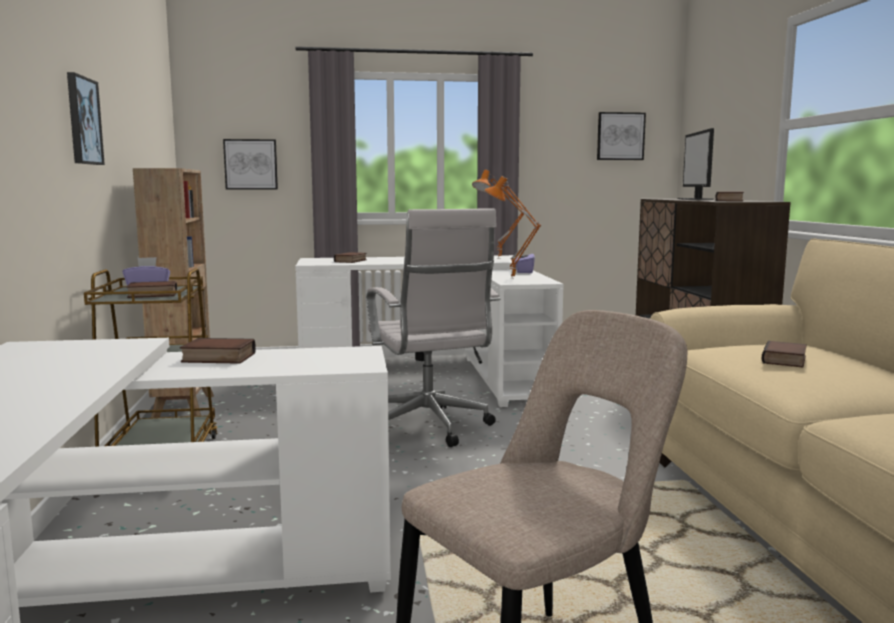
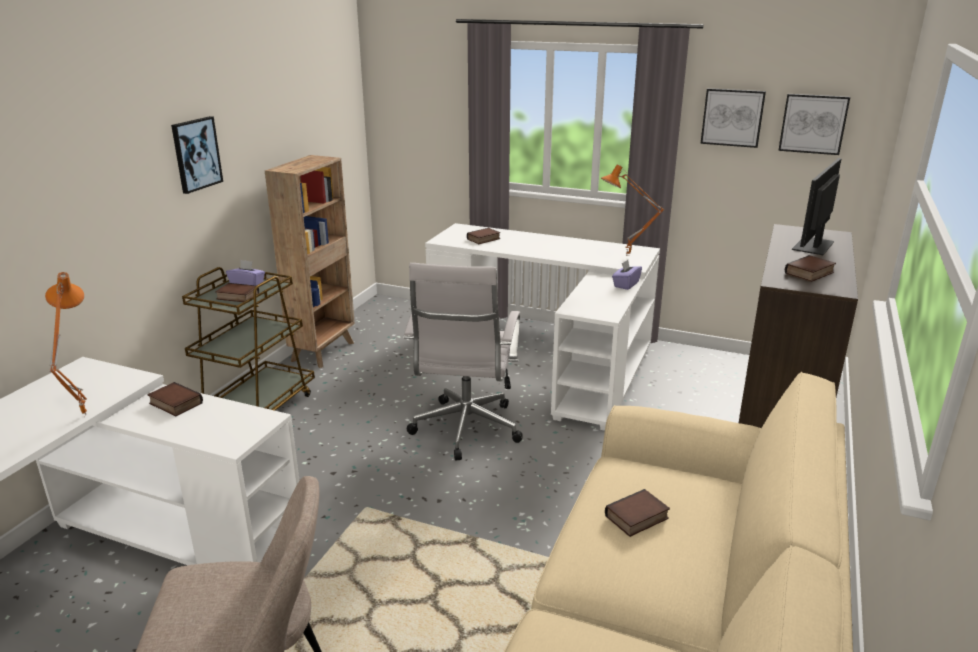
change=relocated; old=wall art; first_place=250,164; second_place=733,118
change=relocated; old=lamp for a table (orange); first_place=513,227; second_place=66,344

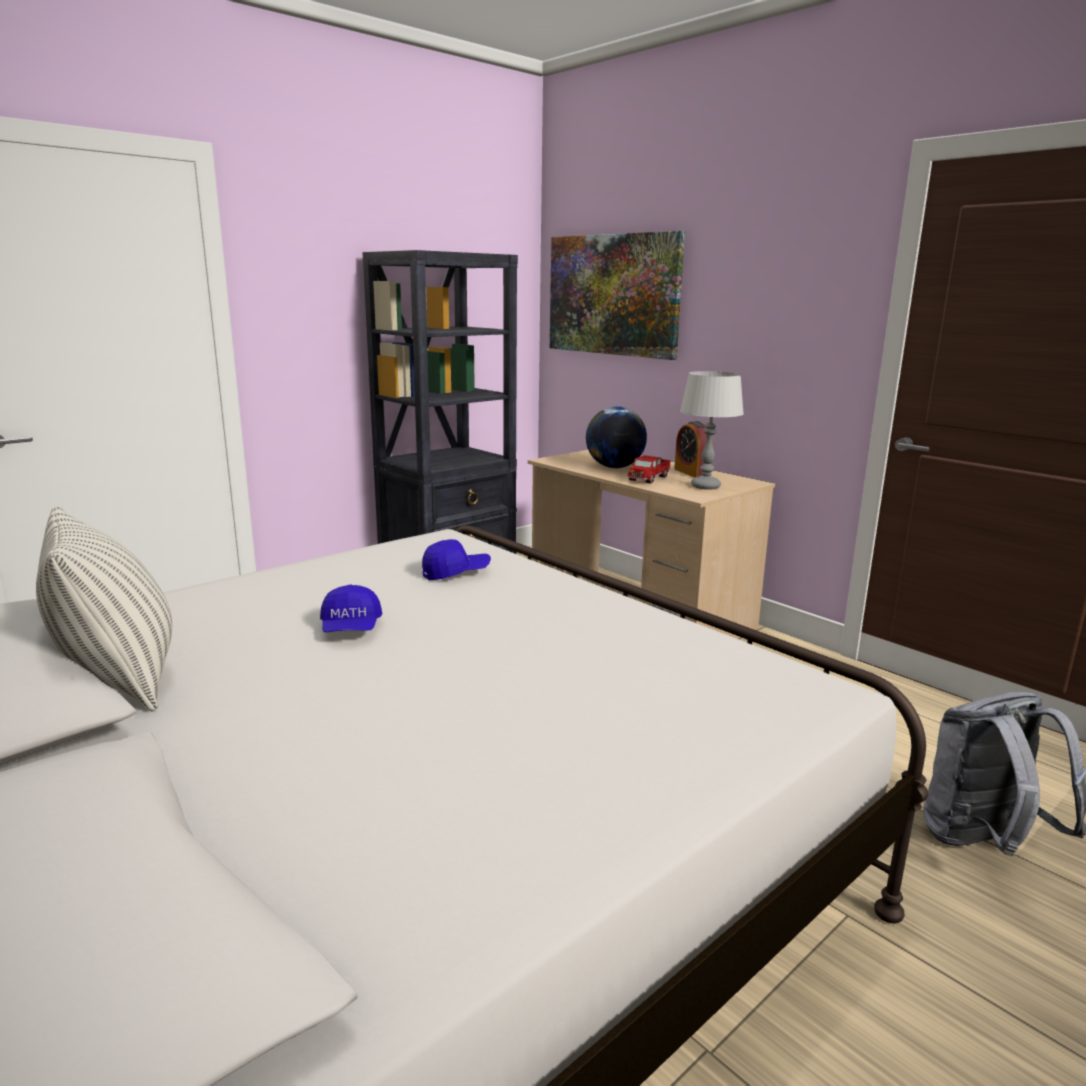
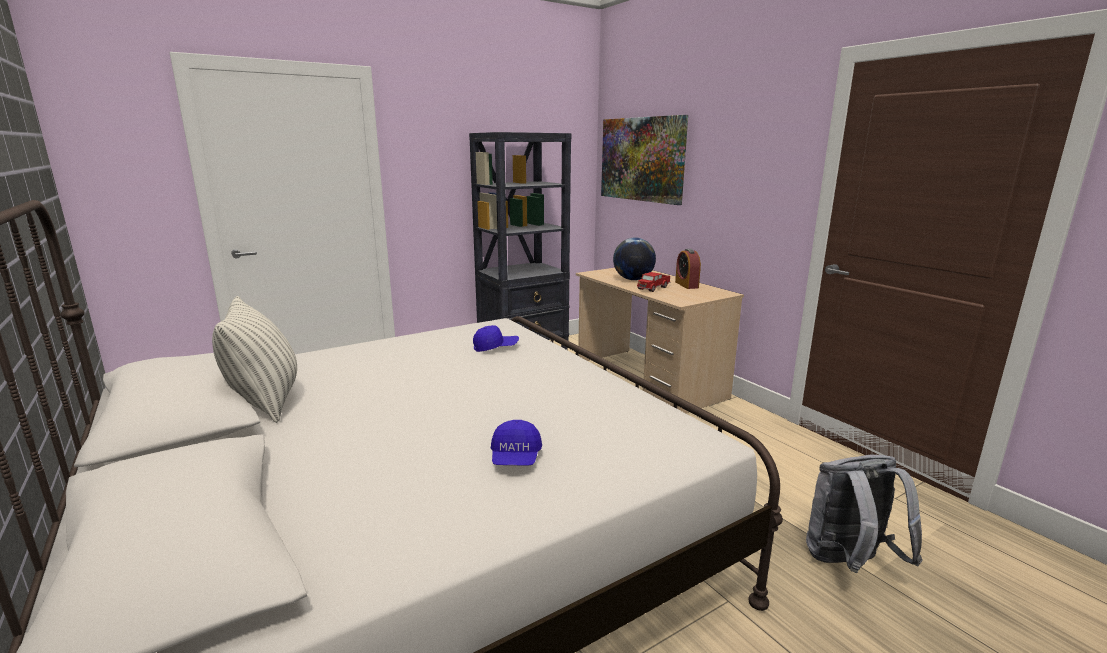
change=relocated; old=baseball cap (blue-coloured); first_place=351,608; second_place=516,443
change=missing; old=lamp for a table (gray); first_place=712,430

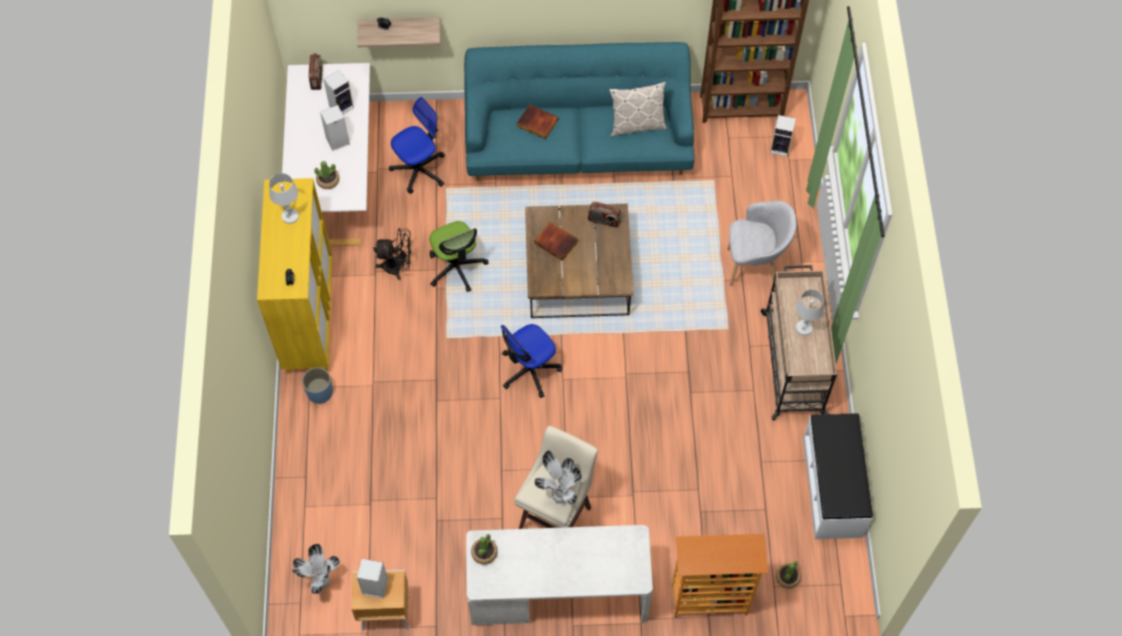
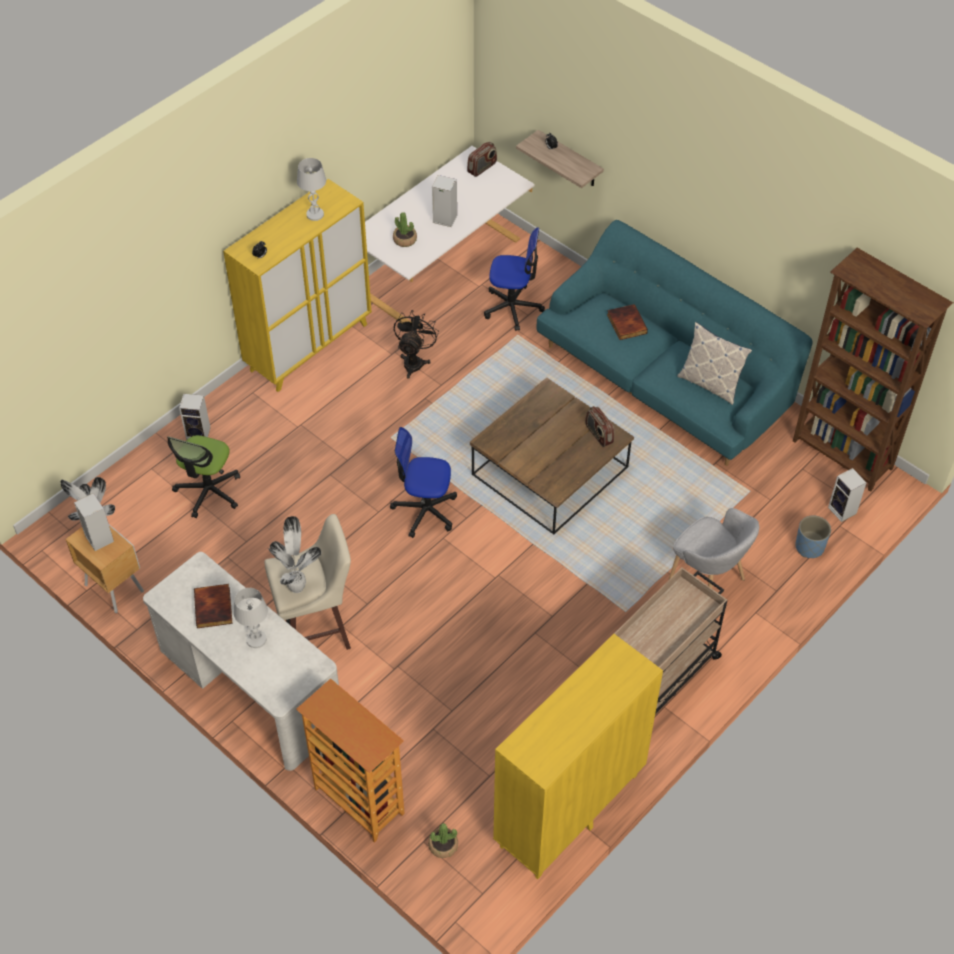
change=relocated; old=flower pot (blue-coloured); first_place=317,385; second_place=813,537
change=relocated; old=audio speaker; first_place=338,92; second_place=195,417
change=spun; old=fan (black-coloured); first_place=392,254; second_place=416,344; degrees=-120
change=relocated; old=computer chair; first_place=459,256; second_place=203,476
change=missing; old=plant in a pot; first_place=484,549
change=relocated; old=volume; first_place=556,241; second_place=213,606
change=relocated; old=lamp for a table (white); first_place=810,313; second_place=251,618
change=exchanged; old=long seat (white); new=storage cabinet (yellowish); first_place=838,476; second_place=578,756

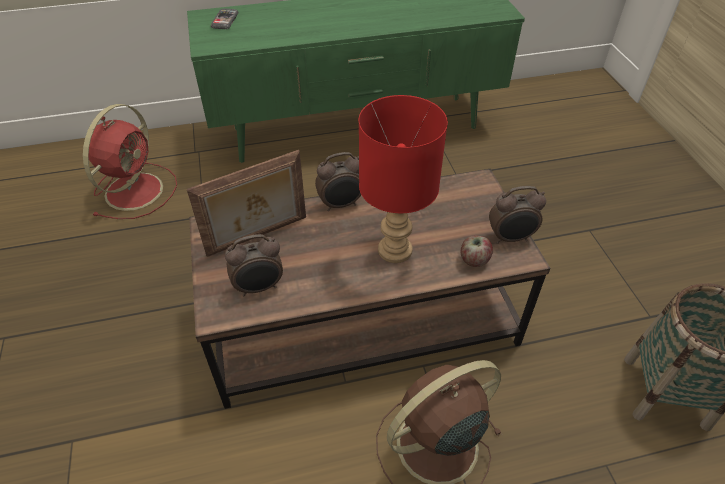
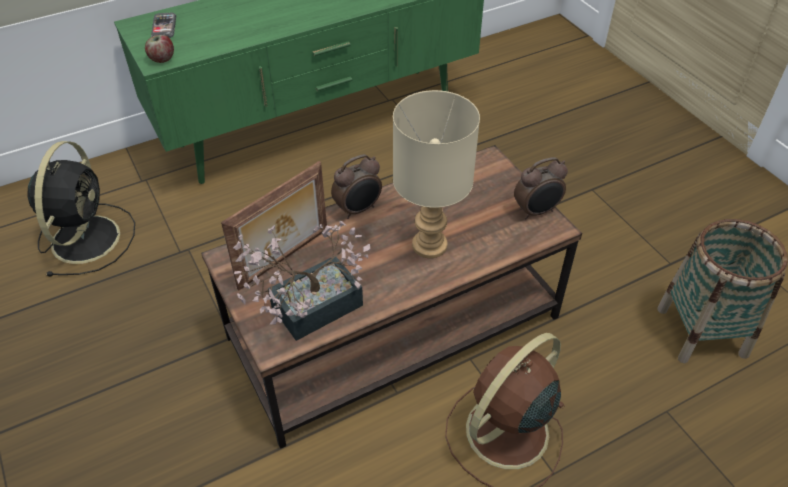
change=colour; old=fan (reddish); new=fan (black-coloured); first_place=130,161; second_place=81,208
change=exchanged; old=bedside clock; new=plant in a pot; first_place=254,265; second_place=301,281
change=colour; old=lamp for a table (reddish); new=lamp for a table (beige); first_place=403,179; second_place=436,174
change=relocated; old=apple; first_place=477,251; second_place=159,49

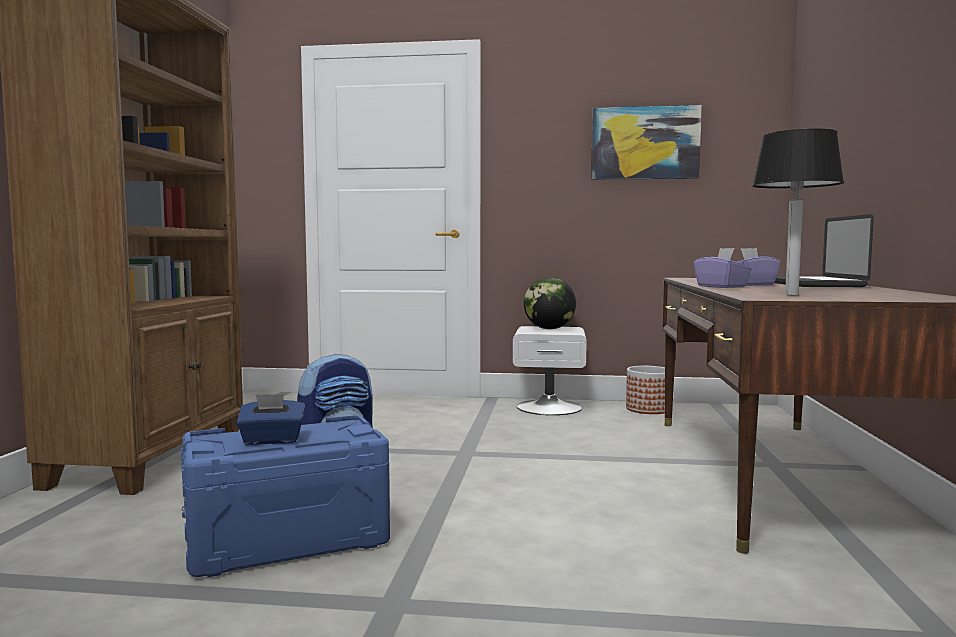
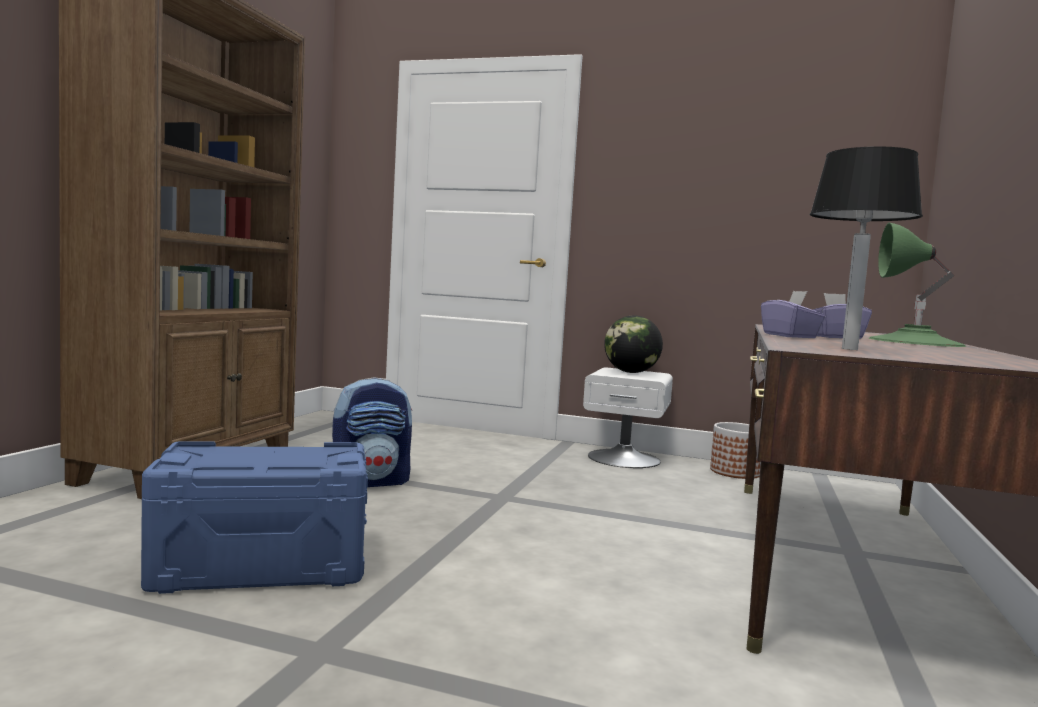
change=missing; old=tissue holder (blue-coloured); first_place=271,419
change=missing; old=wall art; first_place=646,142
change=exchanged; old=notebook computer; new=lamp for a table (greenish); first_place=824,250; second_place=917,285

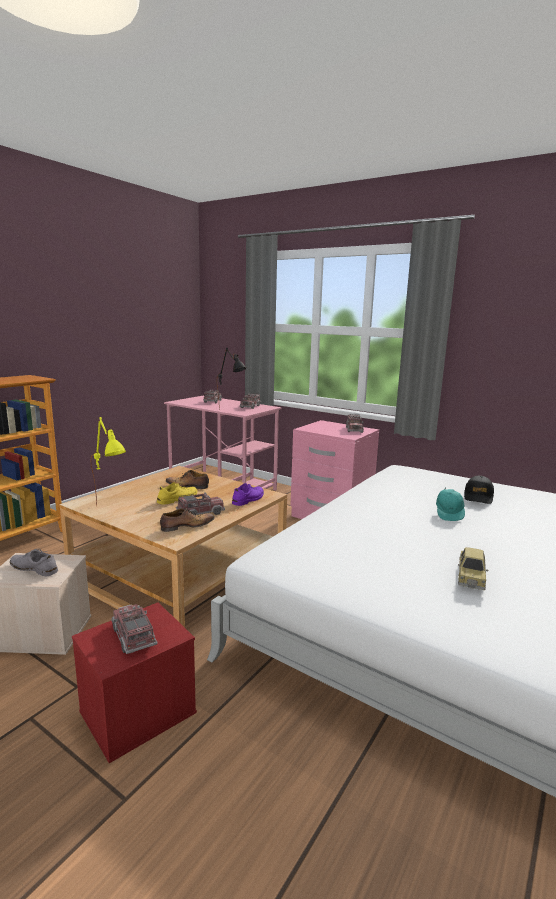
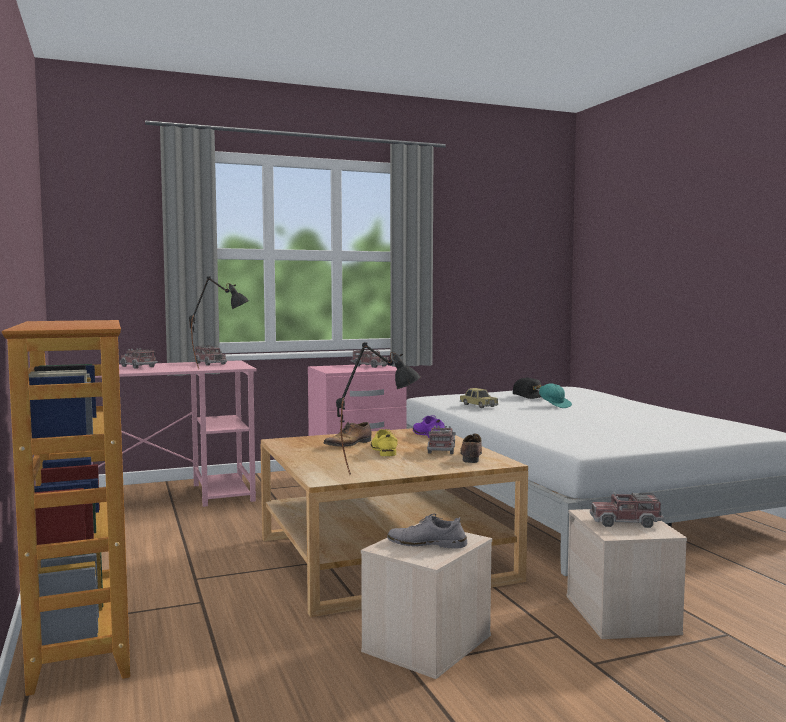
change=spun; old=shoe (gray); first_place=34,562; second_place=427,530; degrees=45
change=colour; old=storage box (reddish); new=storage box (beige); first_place=134,682; second_place=627,574
change=colour; old=lamp for a table (yellowish); new=lamp for a table (black-coloured); first_place=108,461; second_place=378,408
change=relocated; old=toy car; first_place=473,568; second_place=479,398

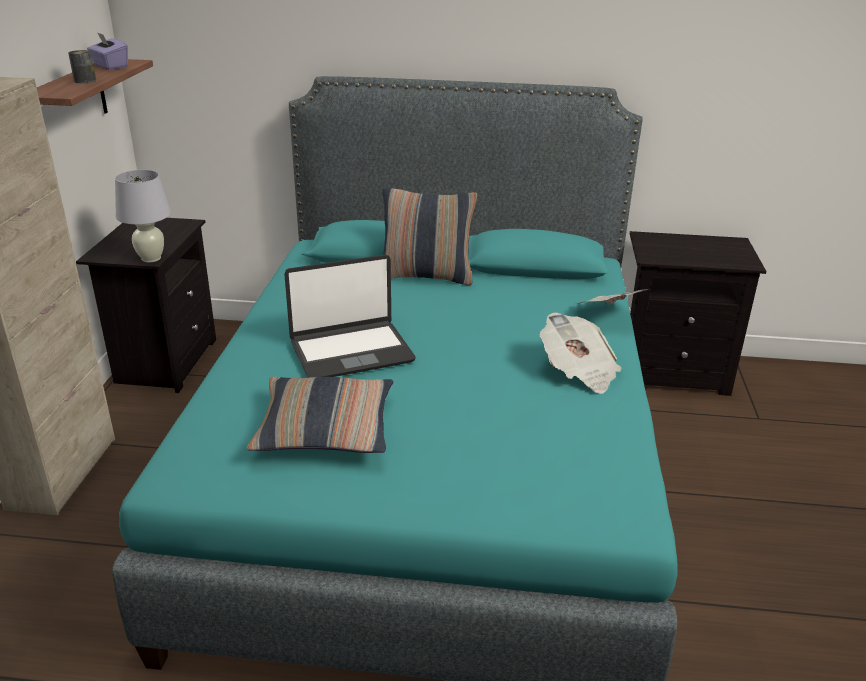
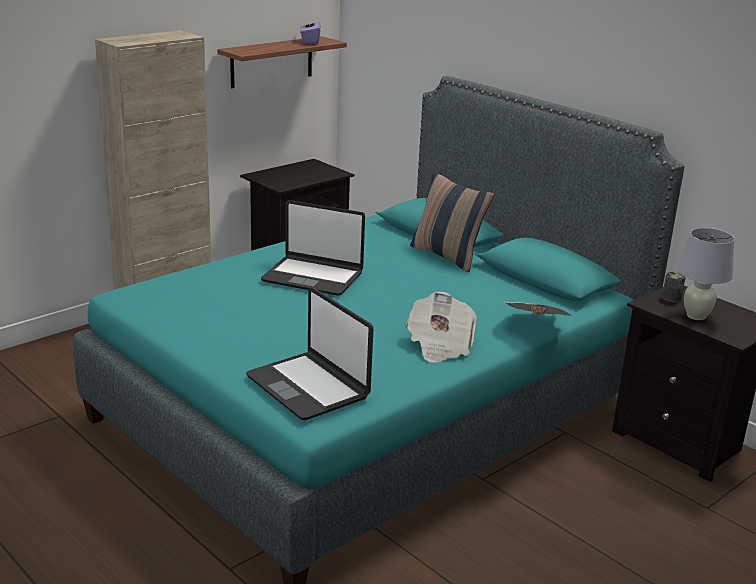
change=relocated; old=can; first_place=82,66; second_place=674,287
change=relocated; old=lamp for a table (white); first_place=143,216; second_place=706,274
change=missing; old=pillow; first_place=320,415
change=appeared; new=notebook computer; second_place=309,353

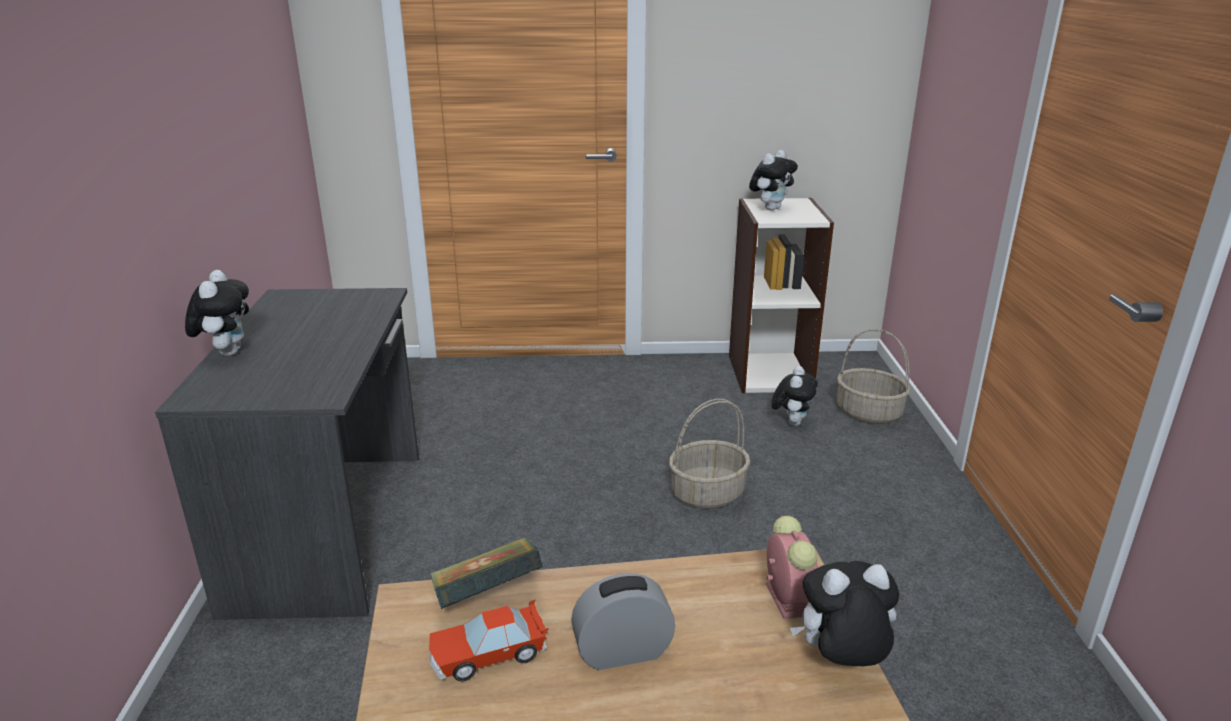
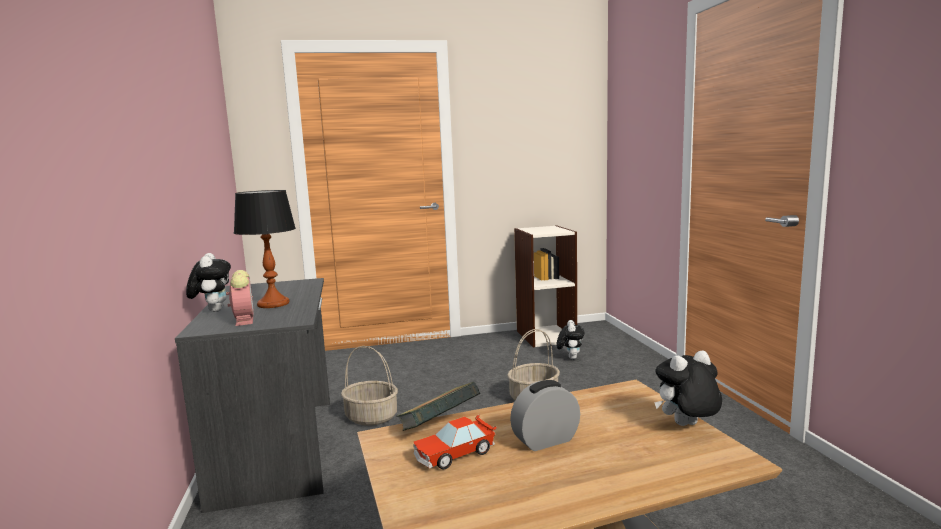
change=missing; old=cuddly toy; first_place=773,180
change=relocated; old=bedside clock; first_place=792,567; second_place=240,298
change=relocated; old=household basket; first_place=873,376; second_place=369,386
change=appeared; new=lamp for a table; second_place=265,249

